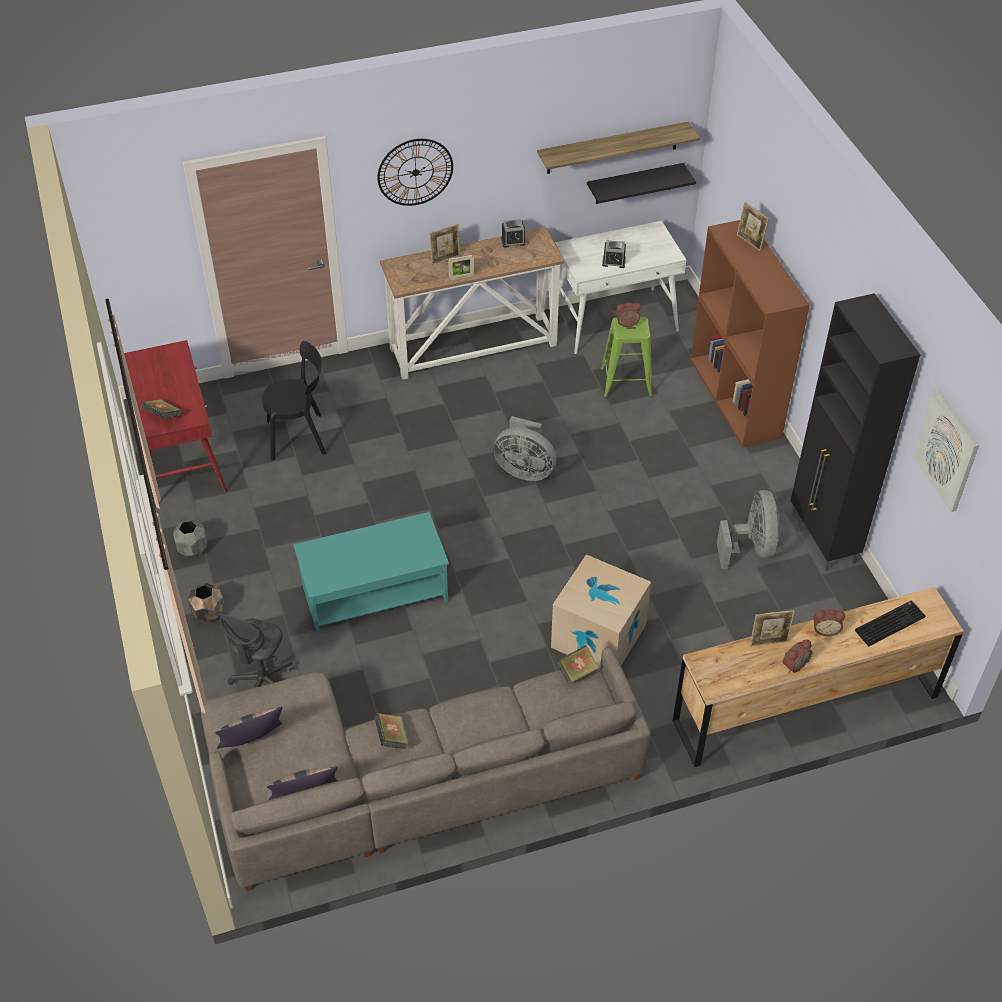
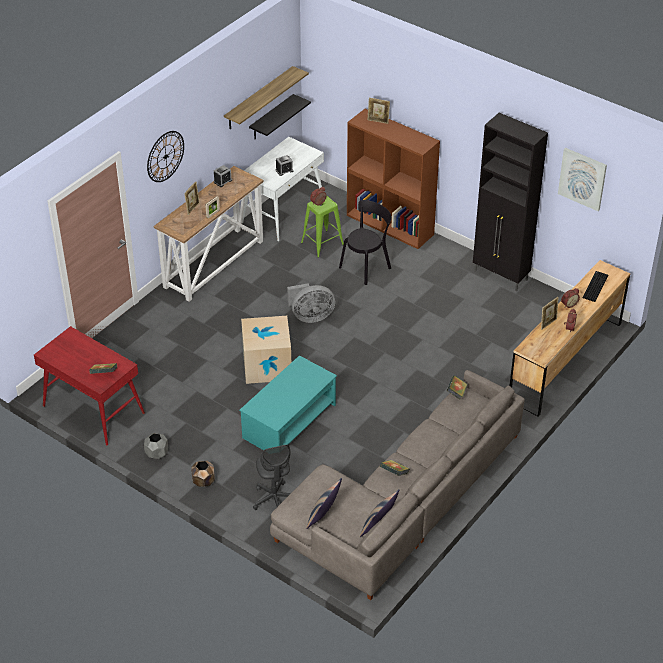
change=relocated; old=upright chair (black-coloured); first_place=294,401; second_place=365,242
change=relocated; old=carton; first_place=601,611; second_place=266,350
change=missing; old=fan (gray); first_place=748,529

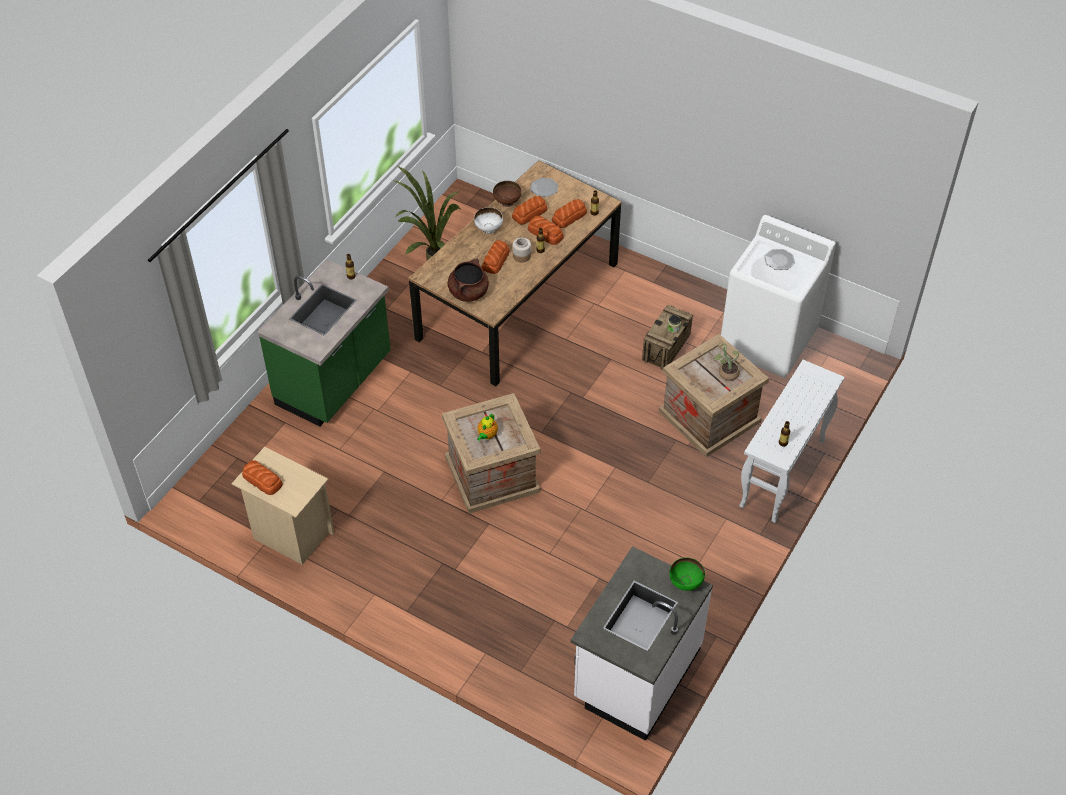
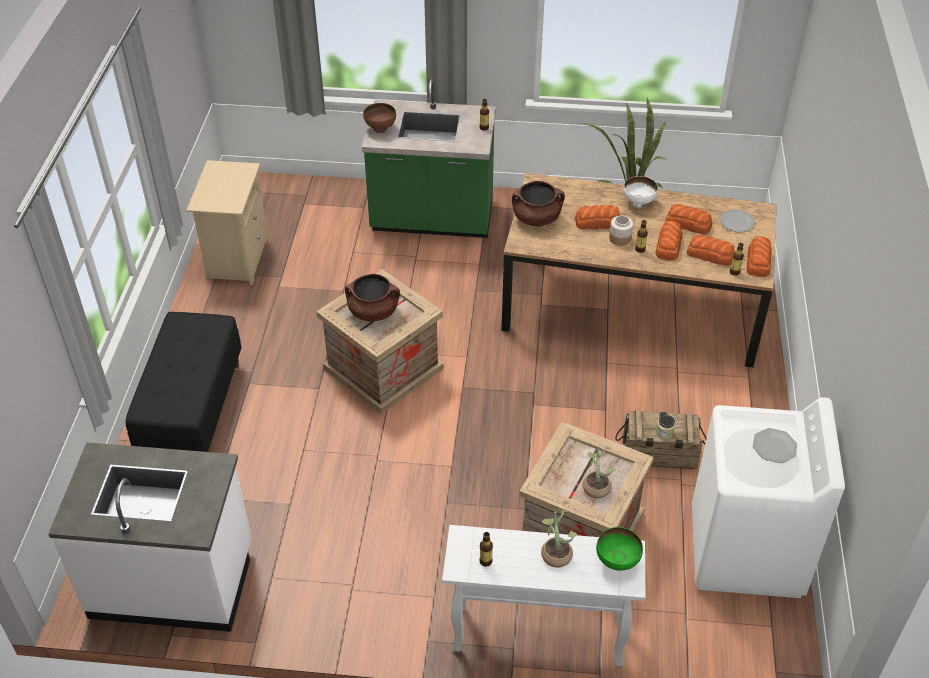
change=relocated; old=baked bread; first_place=262,477; second_place=759,256
change=exchanged; old=teapot; new=stockpot (brown-coloured); first_place=487,427; second_place=372,298
change=relocated; old=bowl (brown-coloured); first_place=507,194; second_place=379,118
change=relocated; old=bowl (greenish); first_place=687,574; second_place=619,549
change=appeared; new=long seat (black-coloured); second_place=184,382
change=appeared; new=plant in a pot; second_place=559,539

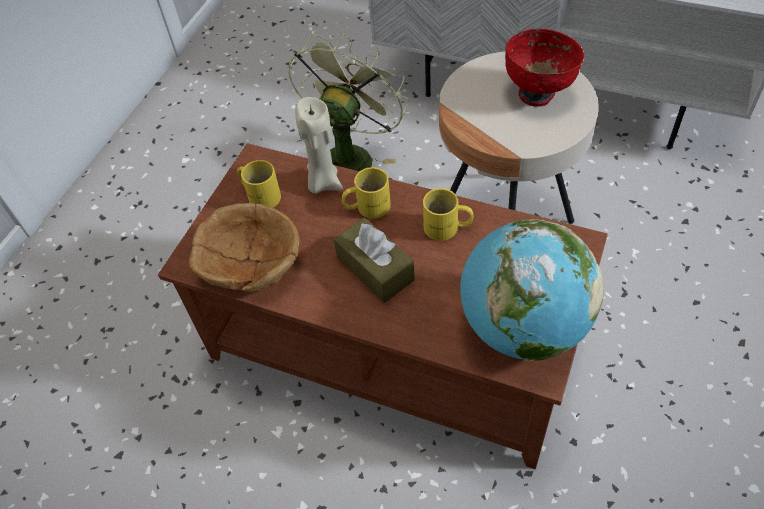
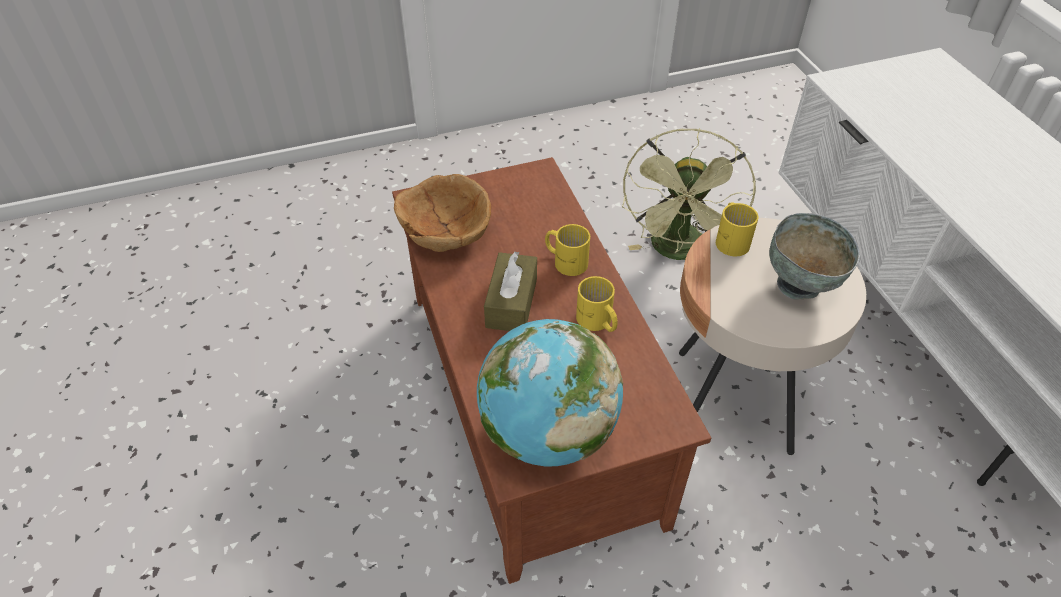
change=relocated; old=mug (yellowish); first_place=259,184; second_place=737,229
change=spun; old=fan (greenish); first_place=348,102; second_place=689,194; degrees=120
change=missing; old=wax light (beige); first_place=319,145
change=colour; old=bowl (reddish); new=bowl (gray); first_place=544,67; second_place=814,256

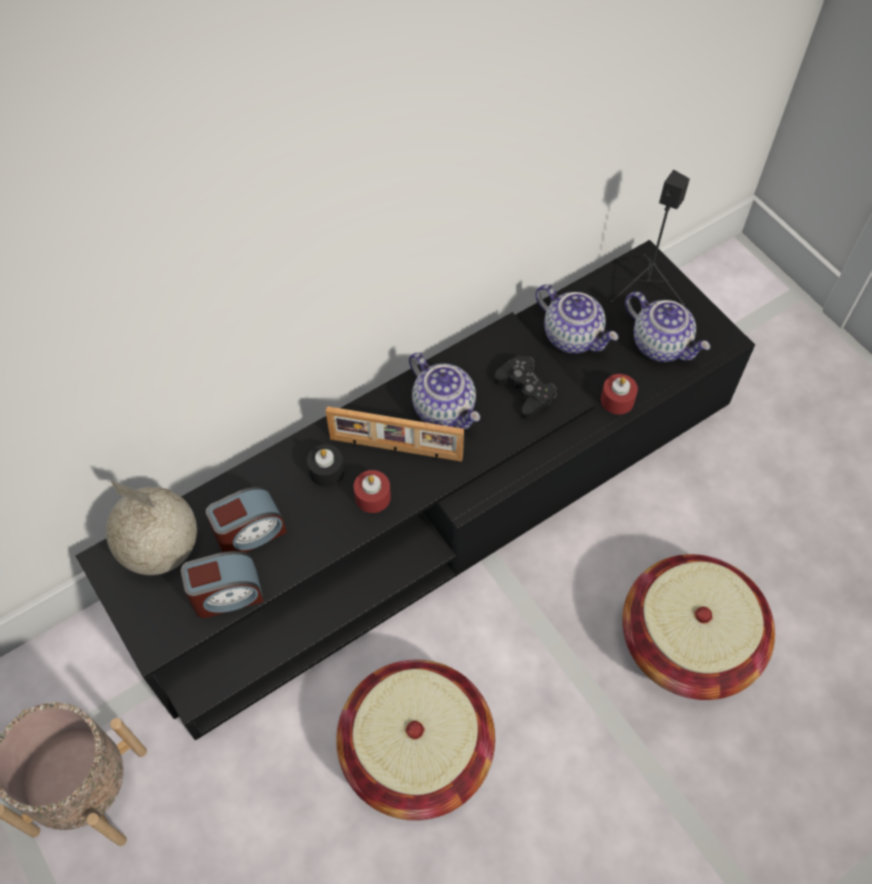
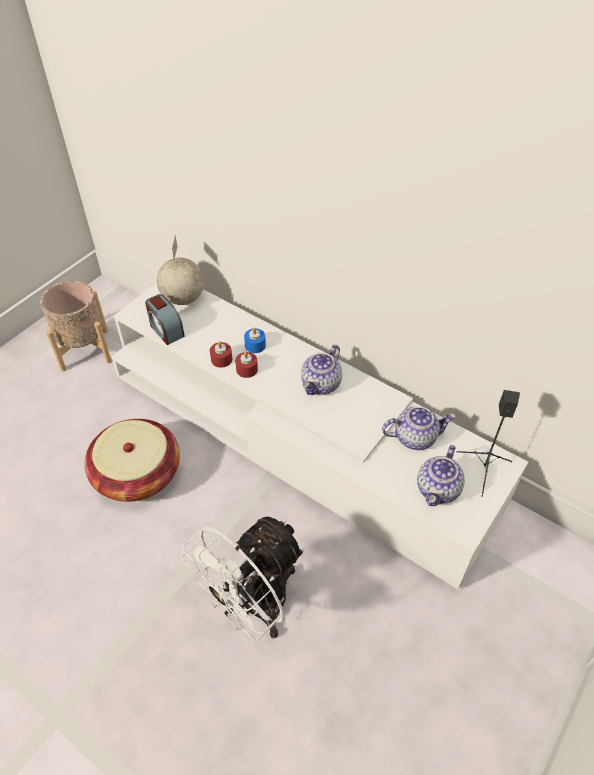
change=colour; old=tv unit (black-coloured); new=tv unit (white); first_place=415,490; second_place=320,436
change=missing; old=bedside clock; first_place=246,520
change=colour; old=wax light (black-coloured); new=wax light (blue-coloured); first_place=325,465; second_place=255,340
change=missing; old=photo frame; first_place=395,434
change=missing; old=game controller (black-coloured); first_place=525,387
change=spun; old=teapot; first_place=576,319; second_place=419,428; degrees=-120
change=relocated; old=wax light (reddish); first_place=619,394; second_place=221,354
change=exchanged; old=household basket; new=fan (white); first_place=698,627; second_place=243,578

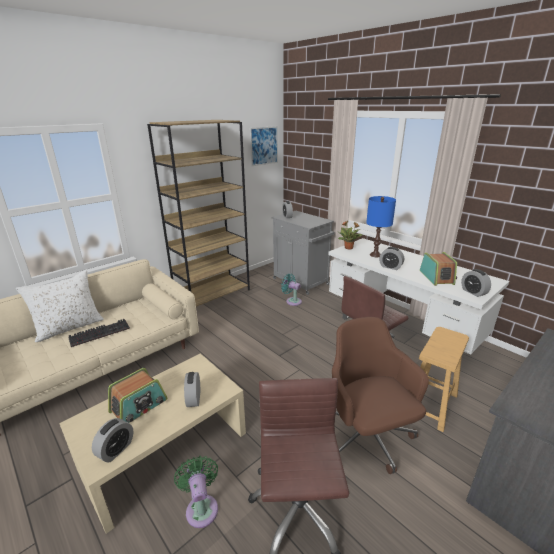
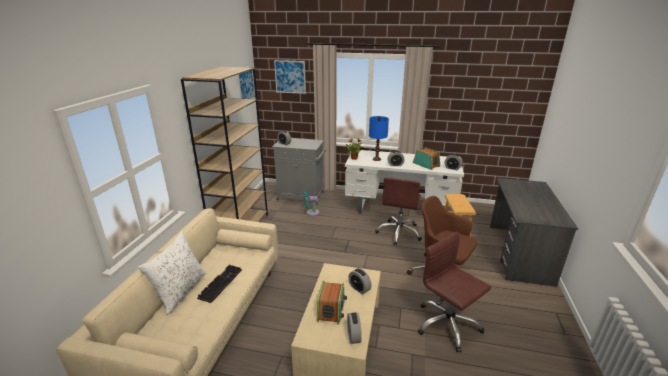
change=missing; old=fan (greenish); first_place=196,492
change=appeared; new=wall art; second_place=290,77

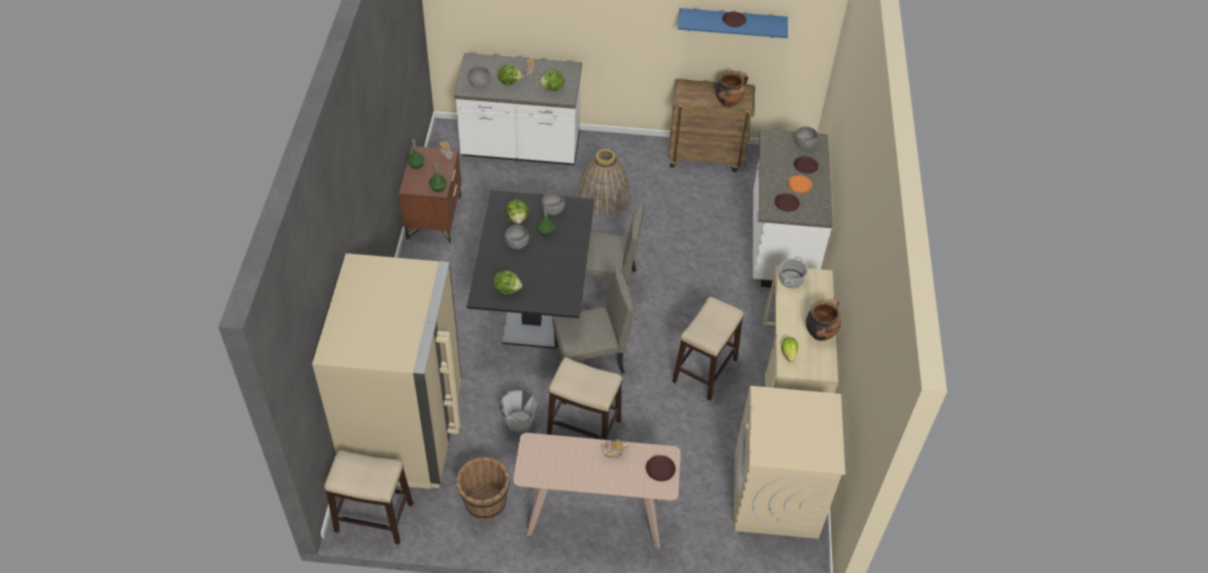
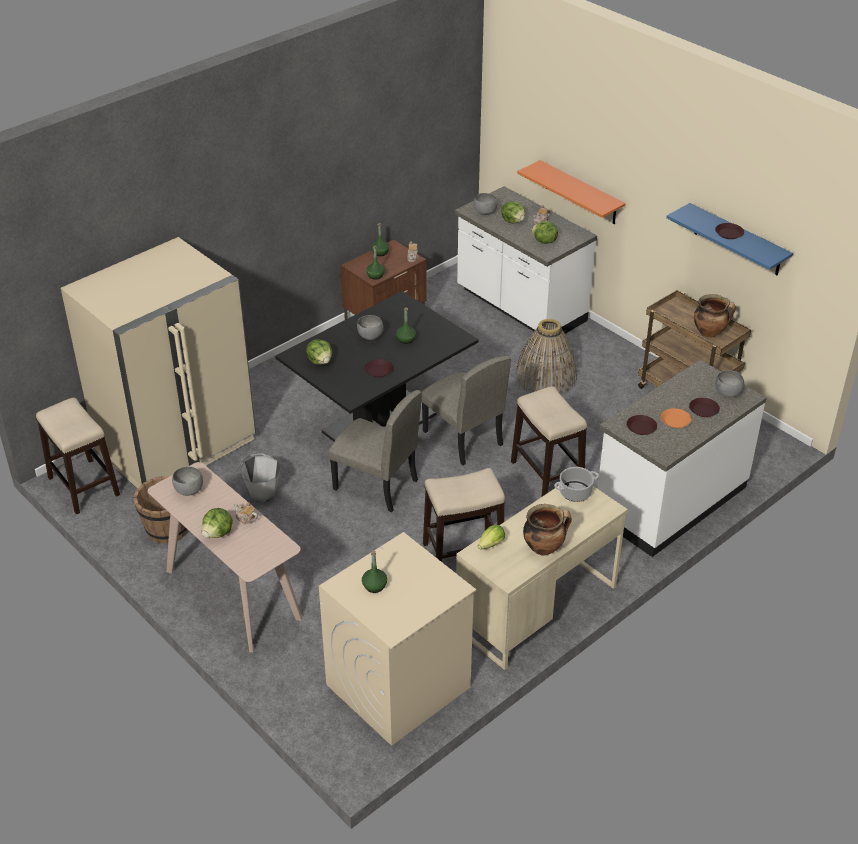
change=relocated; old=lettuce; first_place=517,211; second_place=217,523
change=relocated; old=bowl (gray); first_place=553,203; second_place=187,481
change=relocated; old=stool; first_place=584,398; second_place=549,441
change=relocated; old=dinner plate (brown-coloured); first_place=661,468; second_place=378,368
change=appeared; new=bottle (greenish); second_place=374,571
change=appeared; new=wall shelf (orange); second_place=571,192

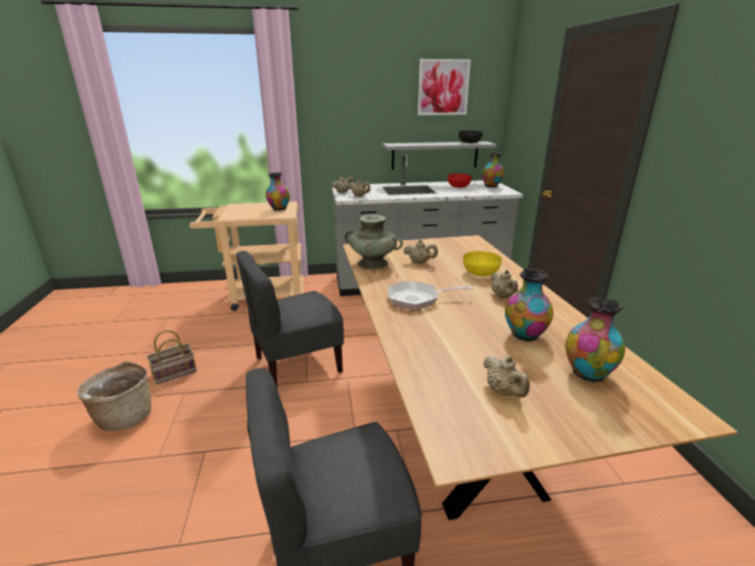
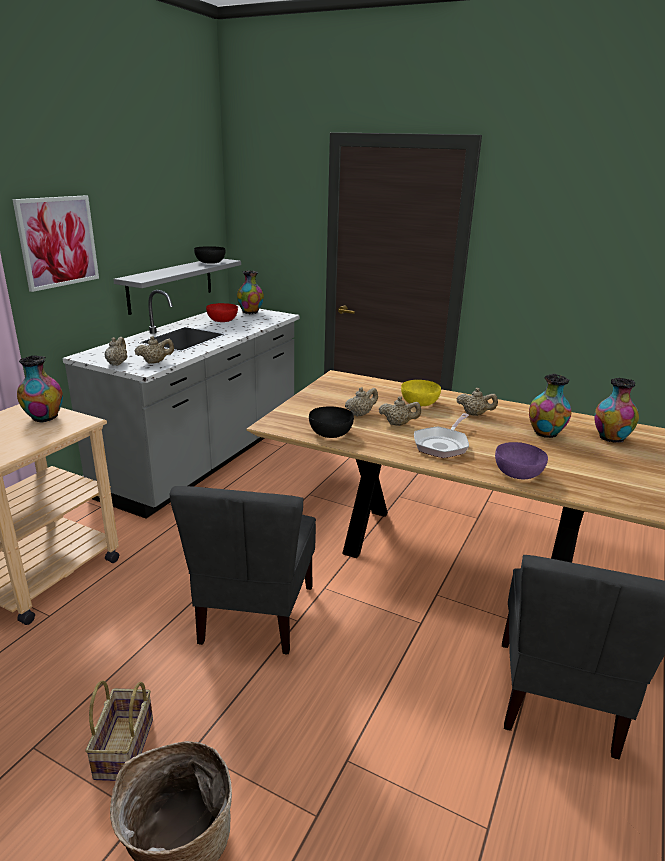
change=exchanged; old=flower vase (turquoise-coloured); new=bowl (black-coloured); first_place=374,241; second_place=331,422
change=relocated; old=wall art; first_place=444,87; second_place=55,243
change=relocated; old=teapot (beige); first_place=506,376; second_place=400,411
change=appeared; new=bowl (purplish); second_place=521,460

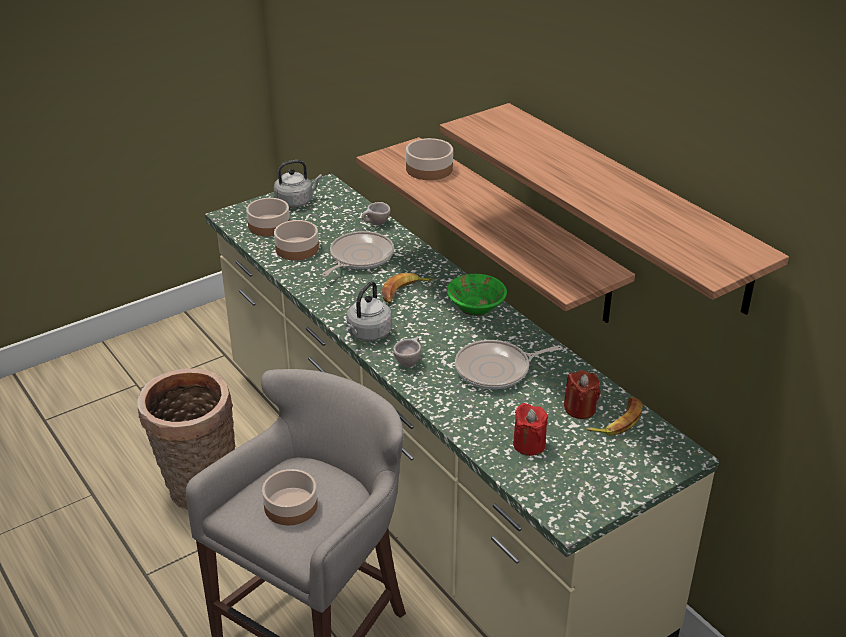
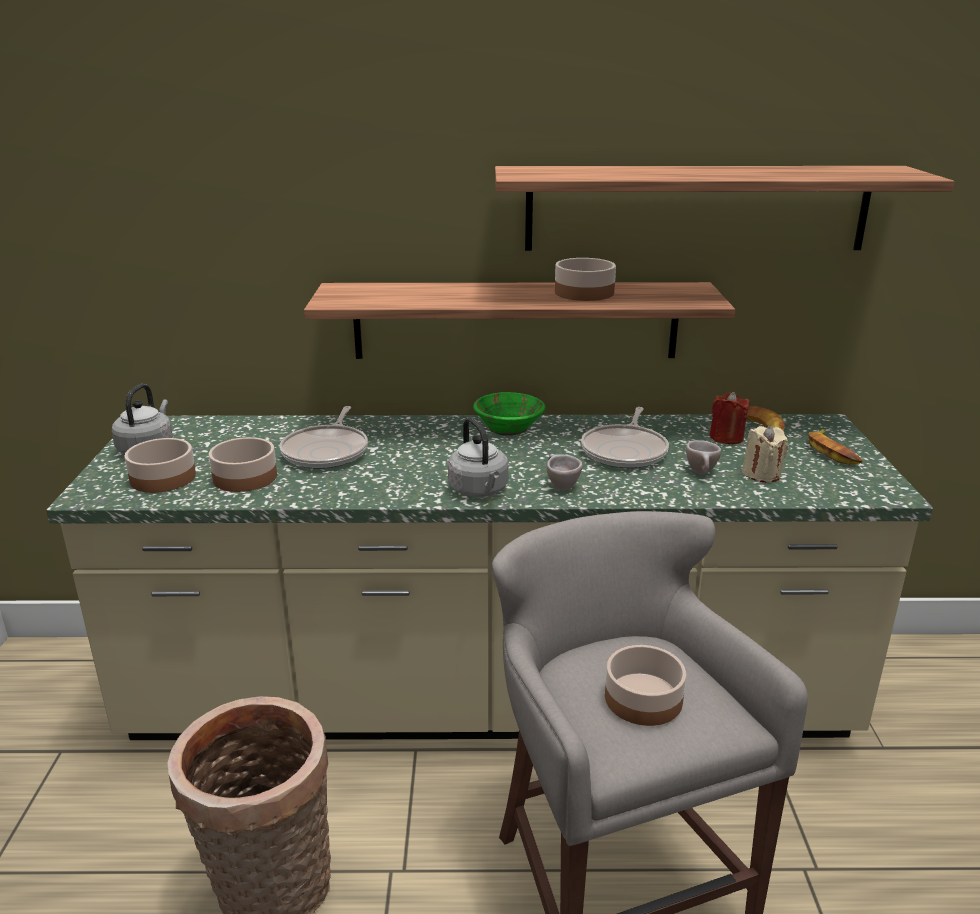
change=spun; old=pan; first_place=358,254; second_place=324,437; degrees=-150
change=relocated; old=small cup (beige); first_place=376,213; second_place=703,457
change=relocated; old=banana fruit; first_place=408,288; second_place=835,447
change=relocated; old=bowl; first_place=429,159; second_place=585,279
change=colour; old=wax light (reddish); new=wax light (beige); first_place=530,429; second_place=765,454

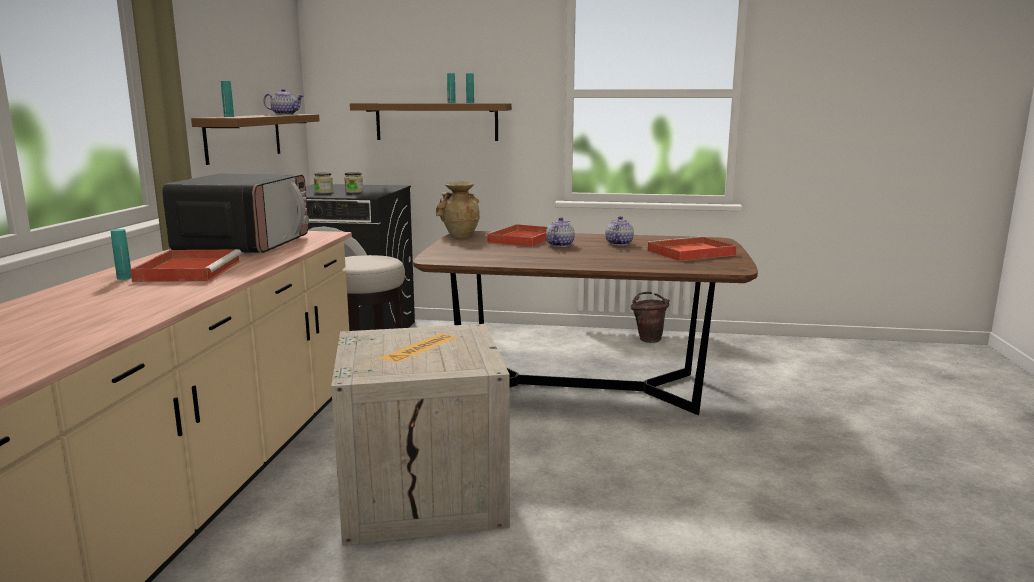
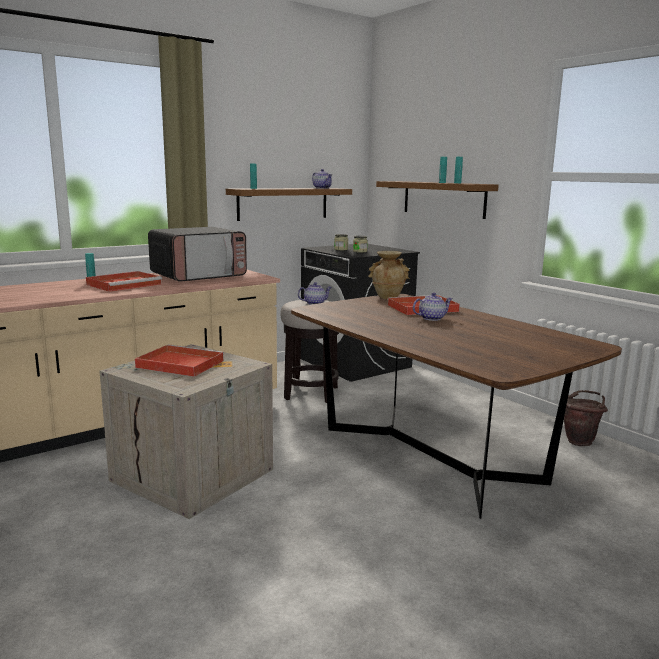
change=relocated; old=teapot; first_place=619,230; second_place=315,293
change=relocated; old=tray (reddish); first_place=692,248; second_place=179,360

